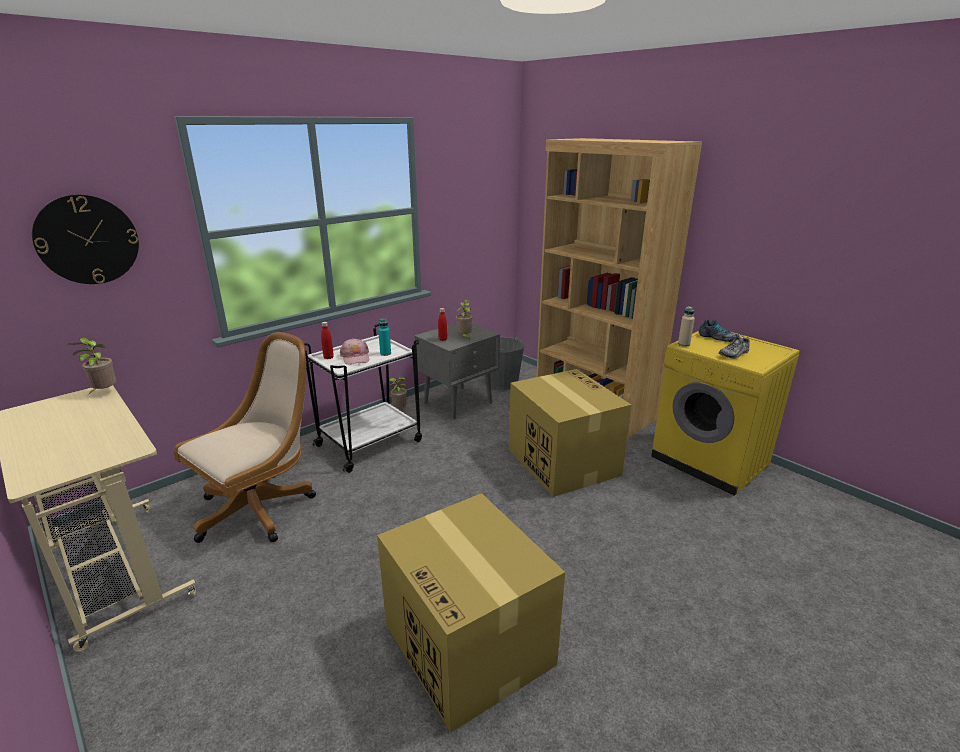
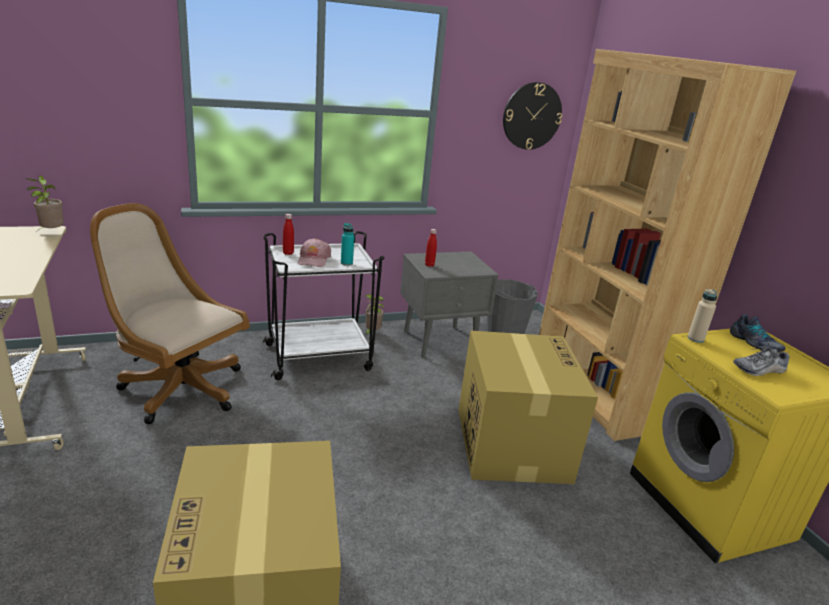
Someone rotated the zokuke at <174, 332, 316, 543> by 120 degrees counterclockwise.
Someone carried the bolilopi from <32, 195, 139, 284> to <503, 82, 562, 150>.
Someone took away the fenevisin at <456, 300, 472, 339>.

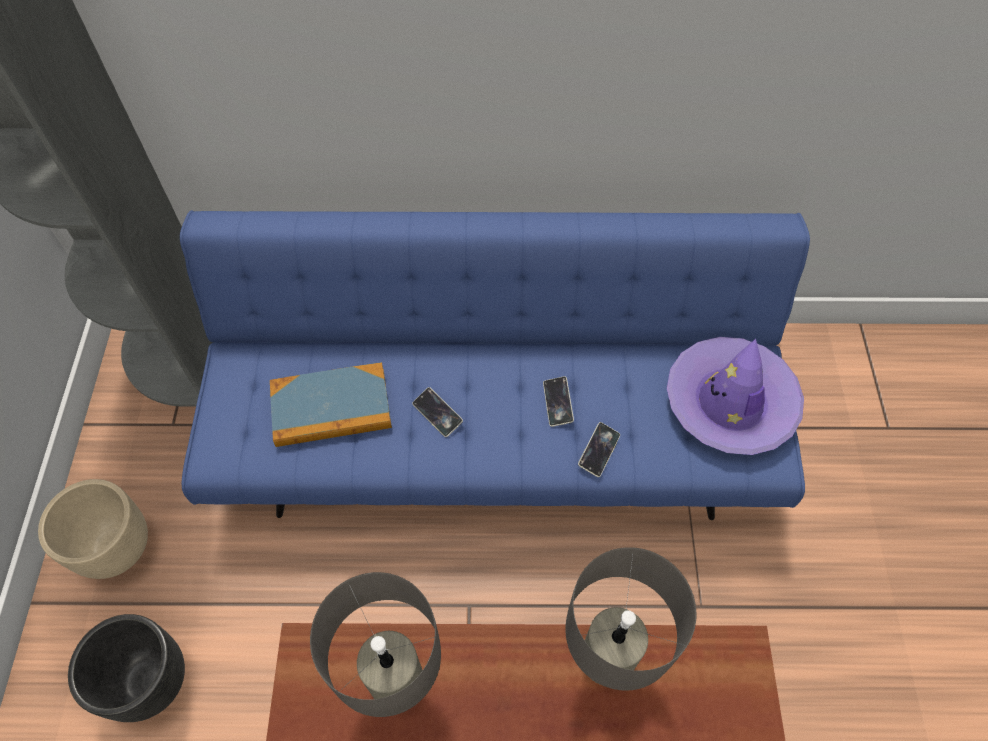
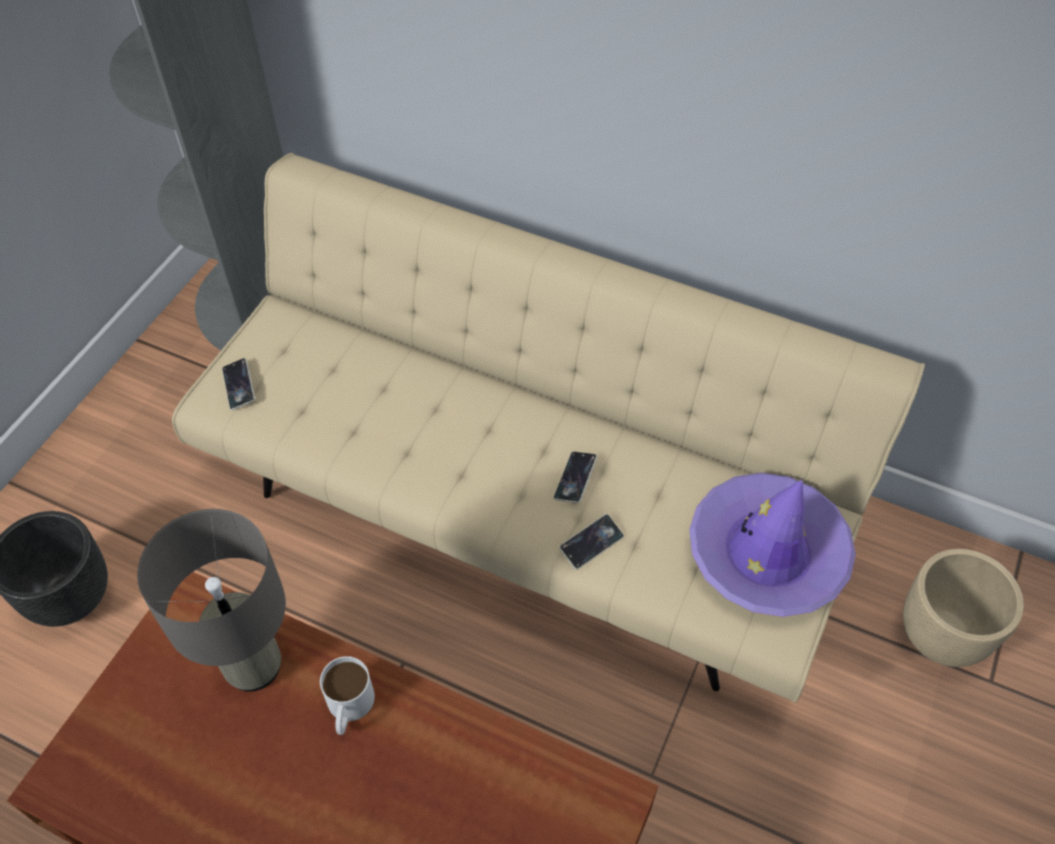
Someone repainted the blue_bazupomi at <180, 210, 810, 520>, which became the beige_bazupomi at <172, 153, 925, 703>.
Someone carried the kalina from <412, 387, 463, 437> to <222, 358, 255, 410>.
Someone put down the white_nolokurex at <320, 656, 375, 735>.
Someone carried the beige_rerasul from <38, 479, 148, 579> to <903, 549, 1024, 667>.
Someone took away the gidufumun at <270, 362, 392, 447>.
Someone took away the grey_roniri at <565, 547, 696, 690>.

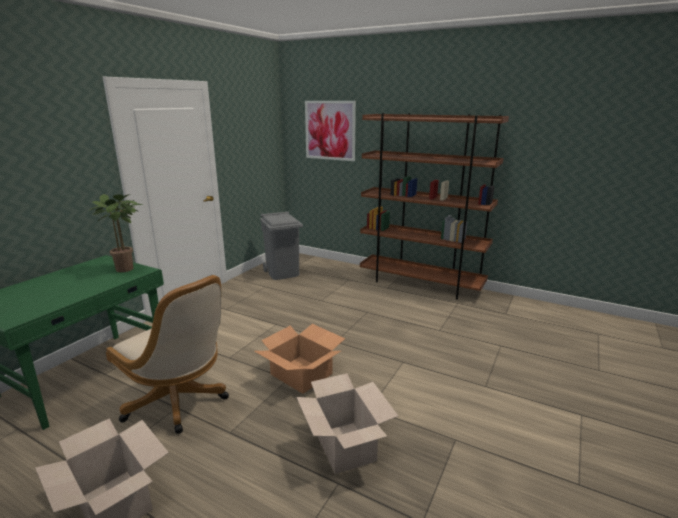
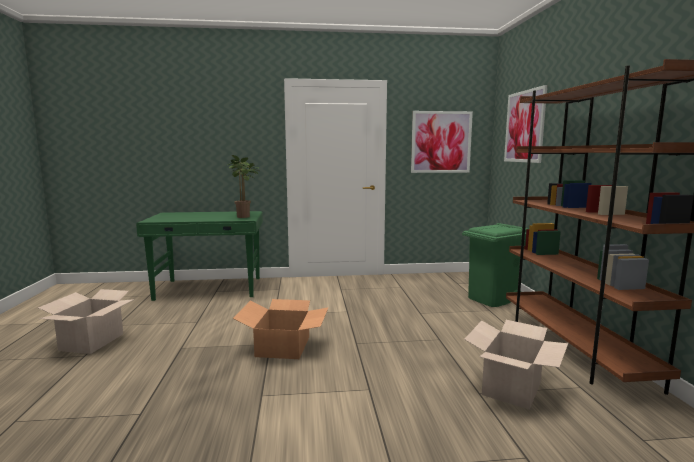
Someone put up the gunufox at <411, 111, 473, 173>.
Someone put down the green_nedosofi at <462, 223, 528, 307>.
Someone carried the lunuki from <296, 373, 398, 474> to <464, 320, 568, 410>.
Someone took away the zokuke at <106, 275, 229, 434>.
Someone took away the grey_nedosofi at <260, 211, 303, 280>.

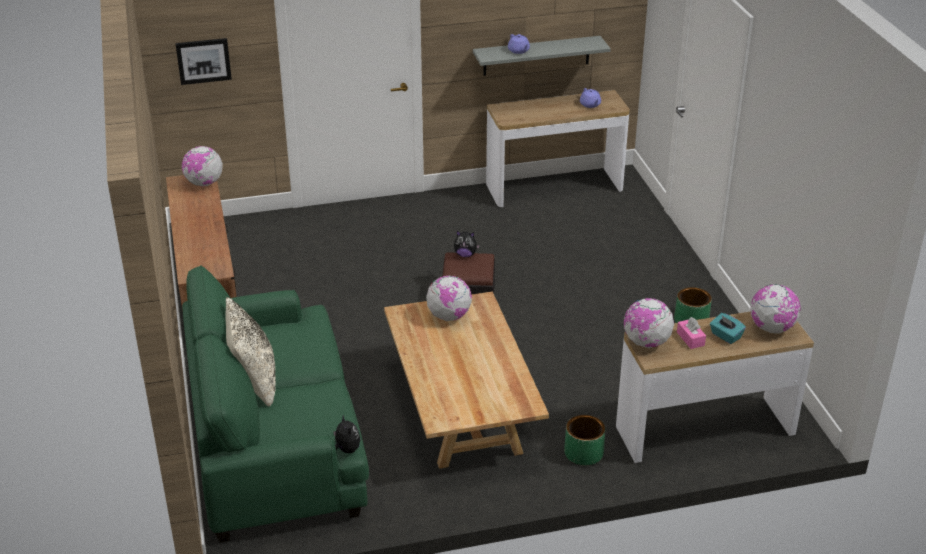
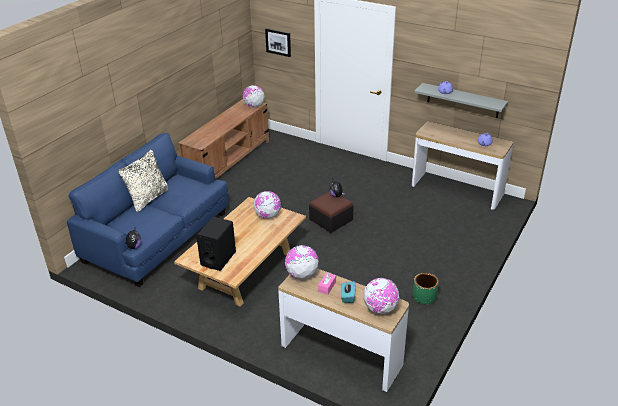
Someone repainted the green_bazupomi at <182, 265, 369, 543>, which became the blue_bazupomi at <67, 133, 229, 287>.
Someone put down the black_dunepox at <196, 217, 236, 271>.
Someone took away the green_rerasul at <564, 415, 605, 466>.

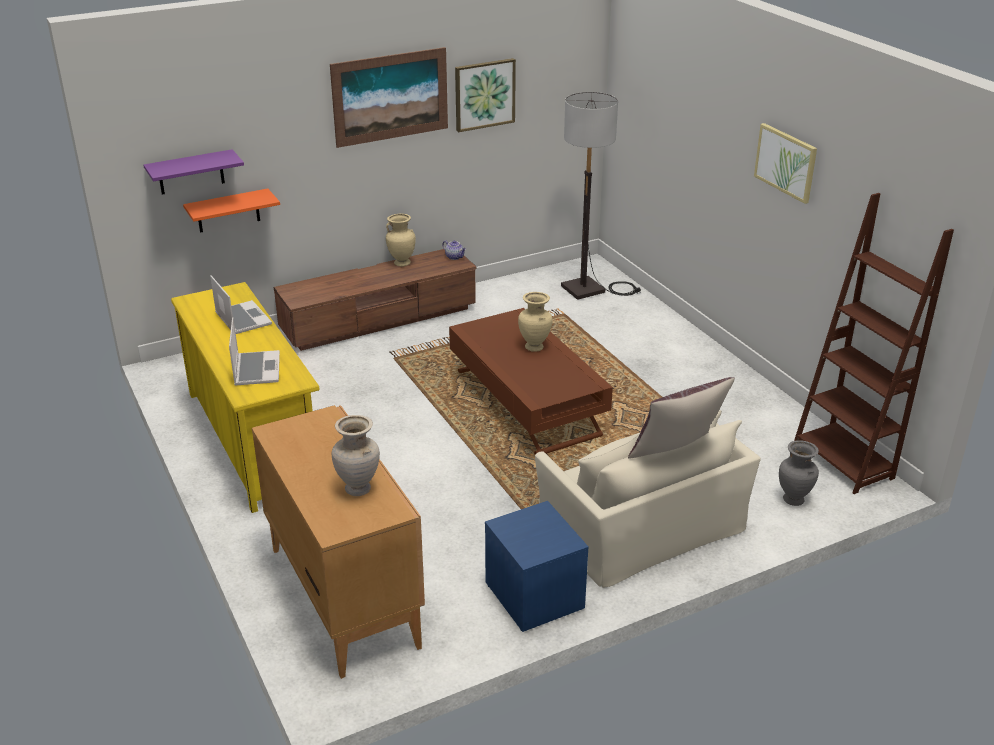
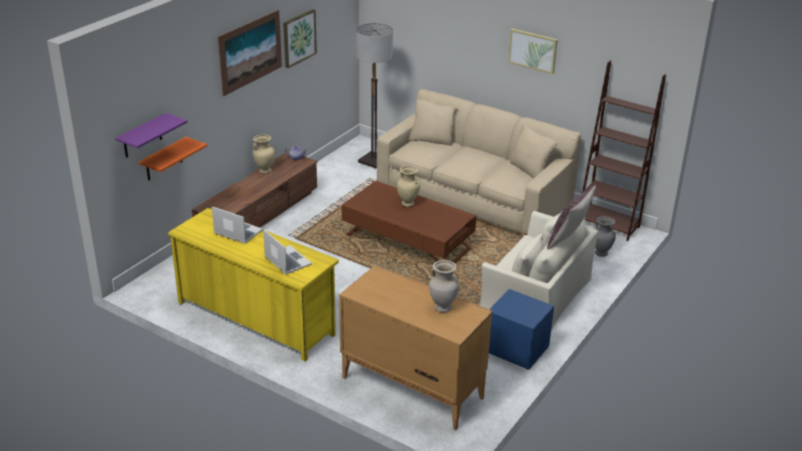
Someone put down the beige_bazupomi at <377, 89, 581, 235>.

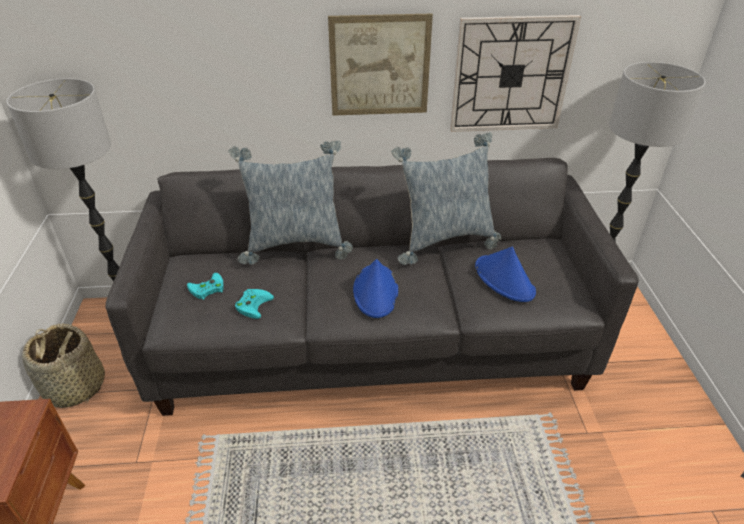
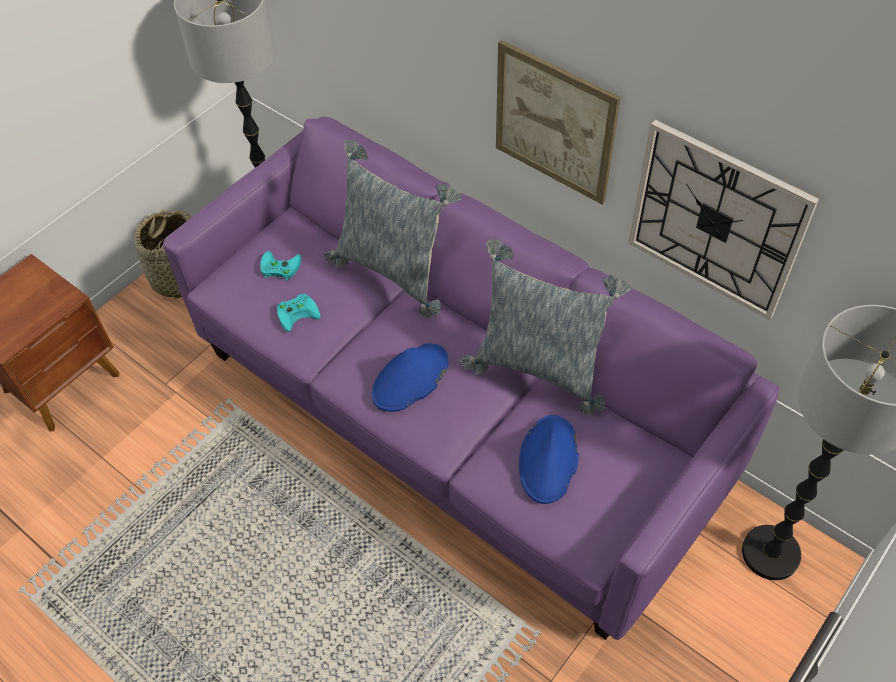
Someone repainted the grey_bazupomi at <105, 158, 639, 416>, which became the purple_bazupomi at <163, 117, 779, 640>.

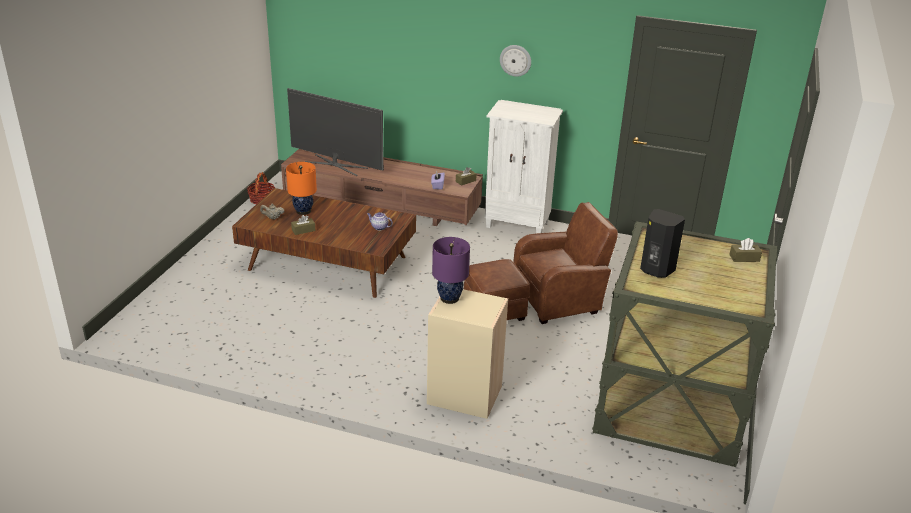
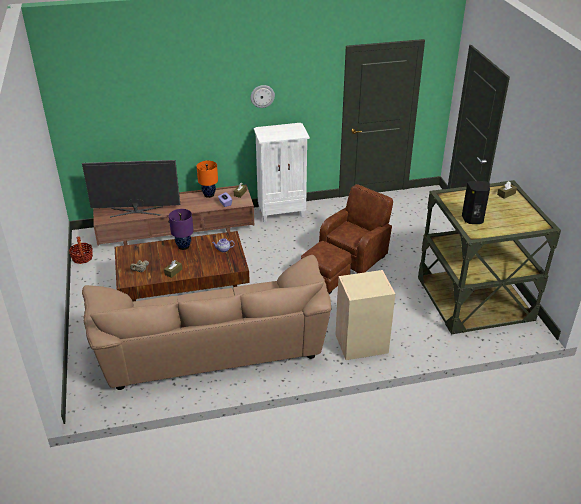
Someone put down the beige_bazupomi at <82, 255, 331, 390>.
Someone carried the purple_roniri from <432, 237, 470, 304> to <169, 209, 194, 250>.
Someone carried the orange_roniri from <286, 162, 317, 215> to <197, 161, 218, 198>.

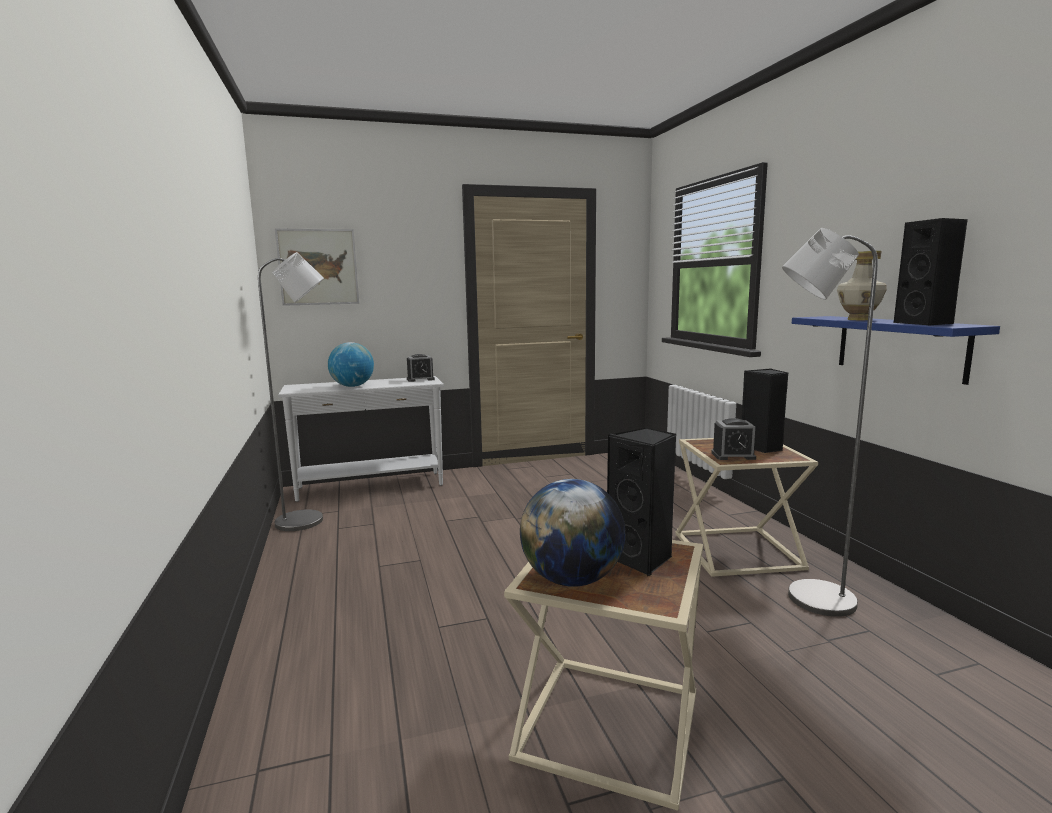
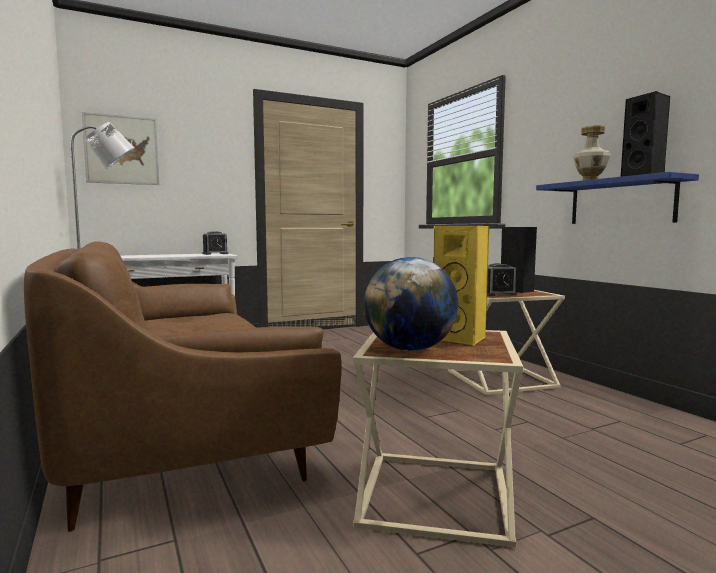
Someone put down the brown_bazupomi at <24, 241, 341, 532>.
Someone repainted the black_dunepox at <607, 428, 677, 576>, which became the yellow_dunepox at <433, 226, 489, 346>.
Someone took away the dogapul at <328, 342, 374, 387>.
Someone took away the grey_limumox at <782, 228, 878, 617>.

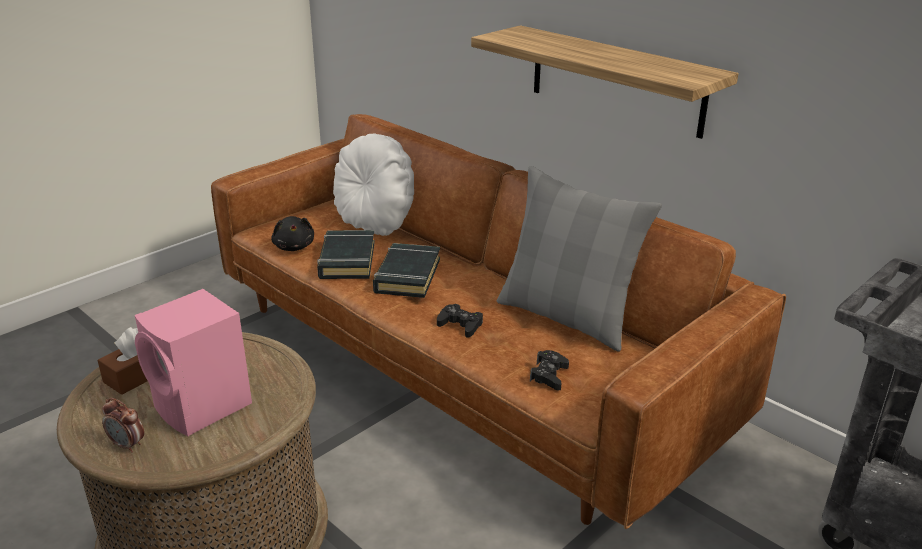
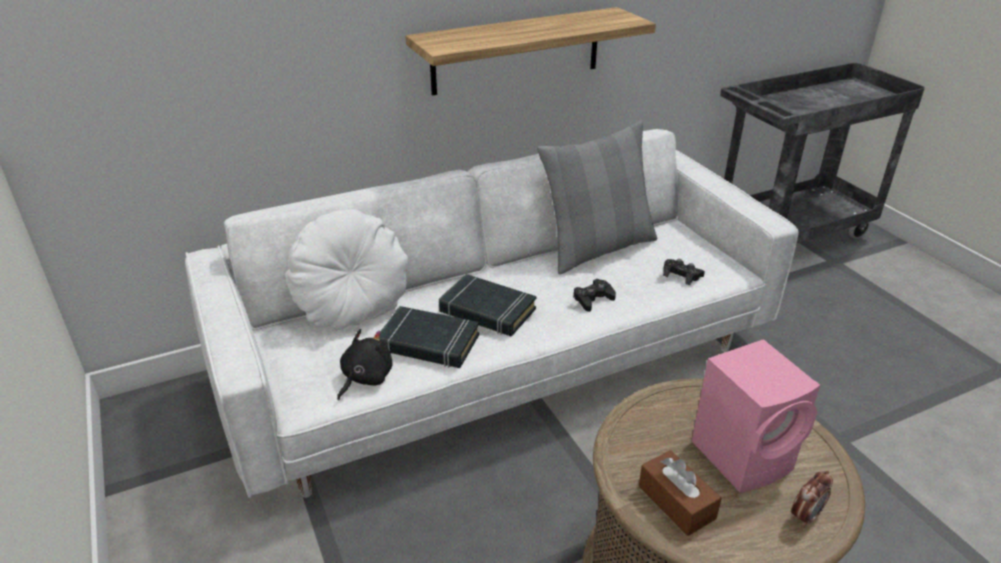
Someone repainted the brown_bazupomi at <211, 114, 786, 529>, which became the white_bazupomi at <185, 129, 799, 498>.
Someone rotated the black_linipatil at <271, 216, 314, 251> by 60 degrees counterclockwise.

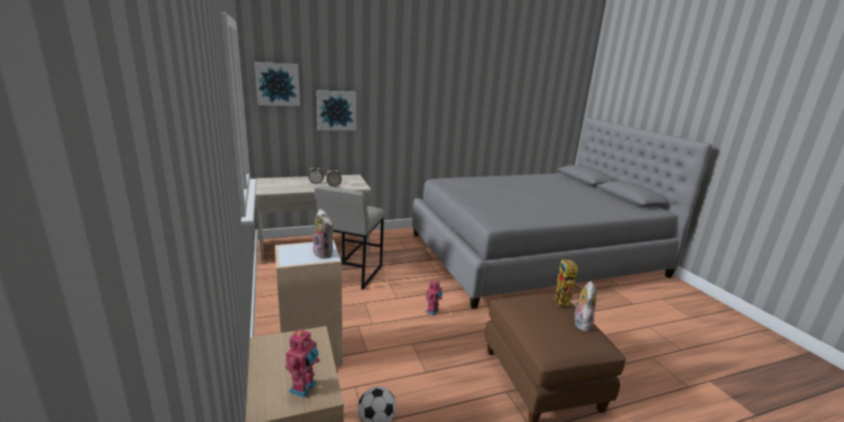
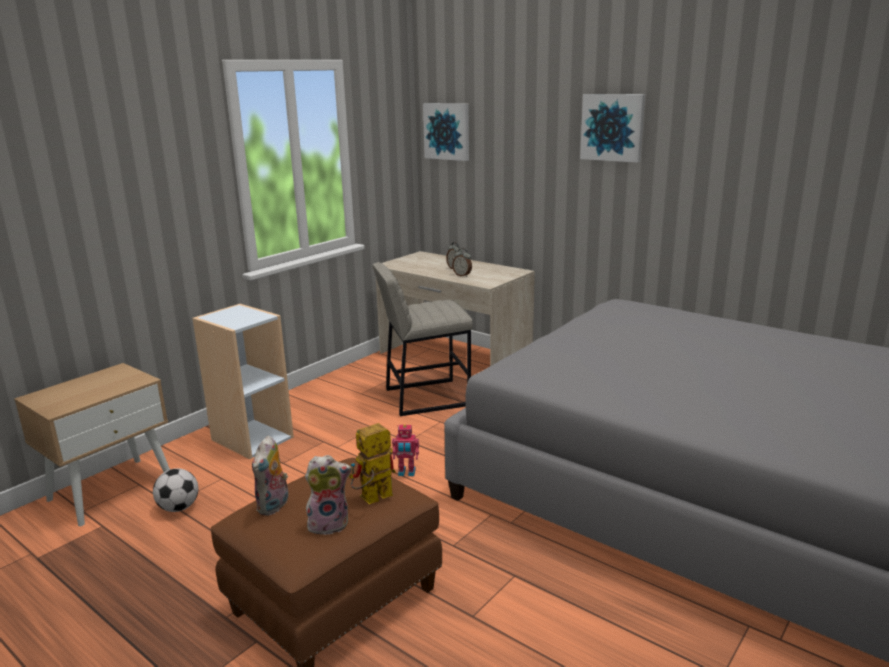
Someone carried the linipatil from <313, 209, 334, 258> to <252, 436, 288, 516>.
Someone carried the gunufox from <317, 91, 356, 130> to <580, 94, 645, 163>.
Someone took away the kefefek at <285, 328, 320, 398>.

